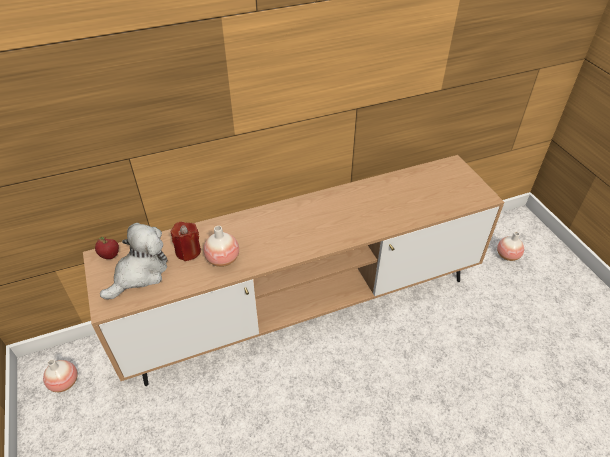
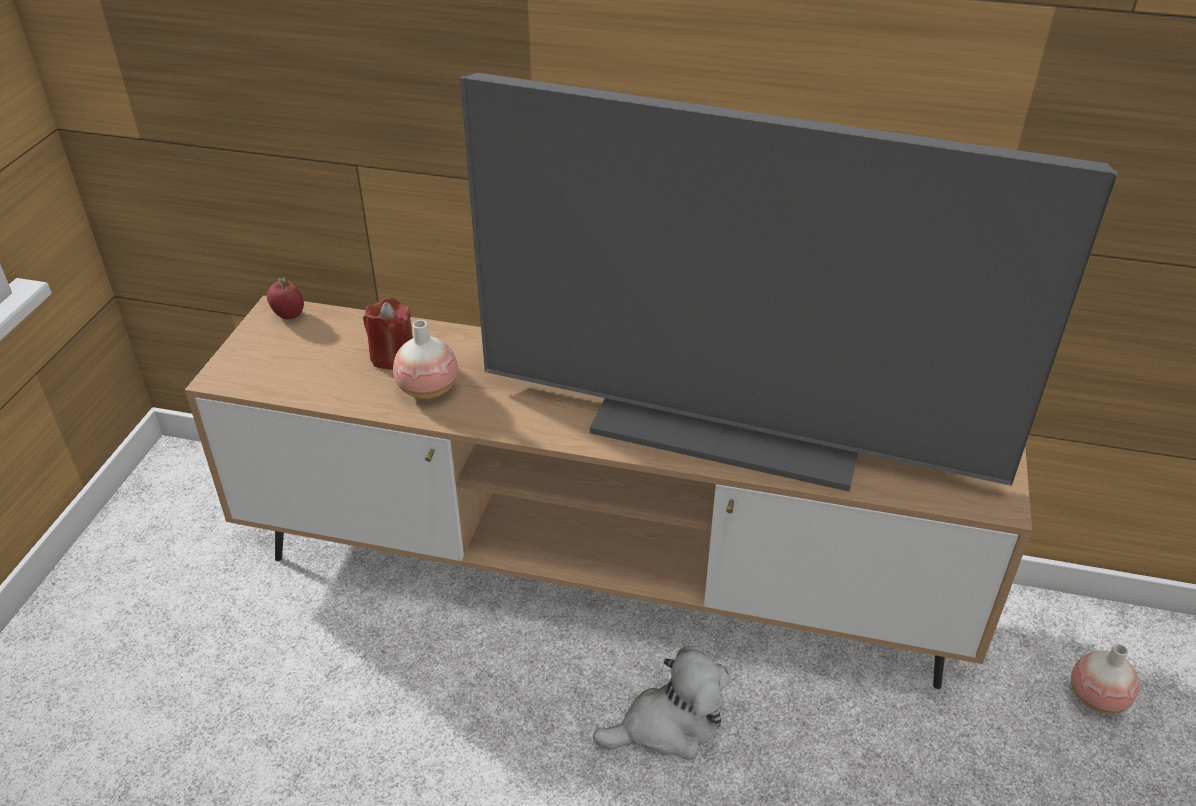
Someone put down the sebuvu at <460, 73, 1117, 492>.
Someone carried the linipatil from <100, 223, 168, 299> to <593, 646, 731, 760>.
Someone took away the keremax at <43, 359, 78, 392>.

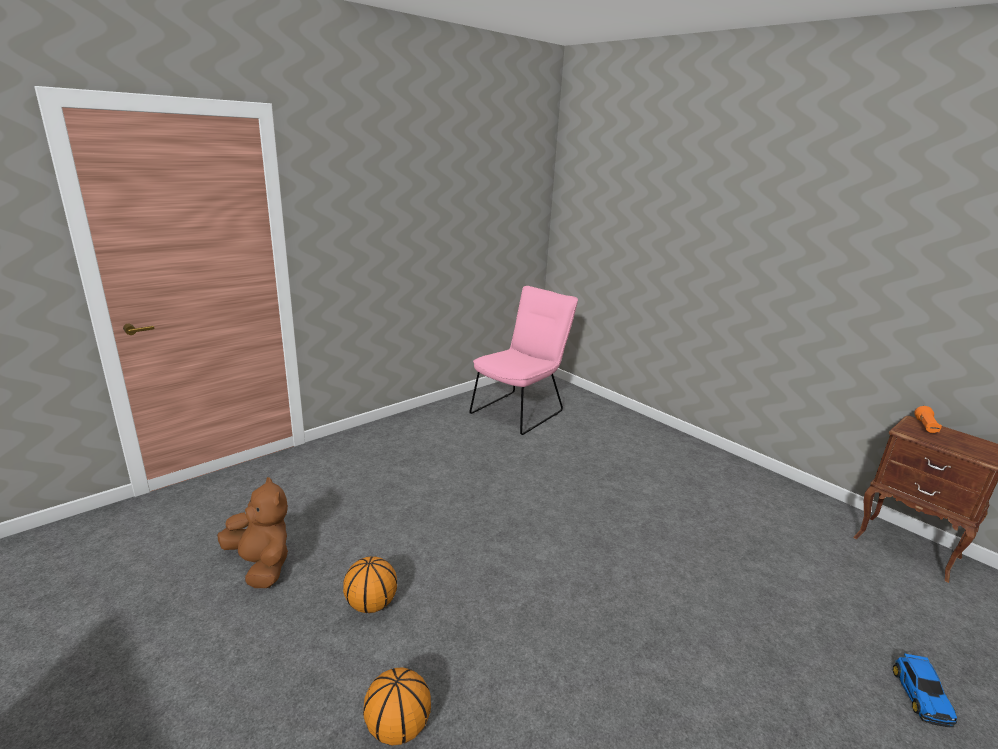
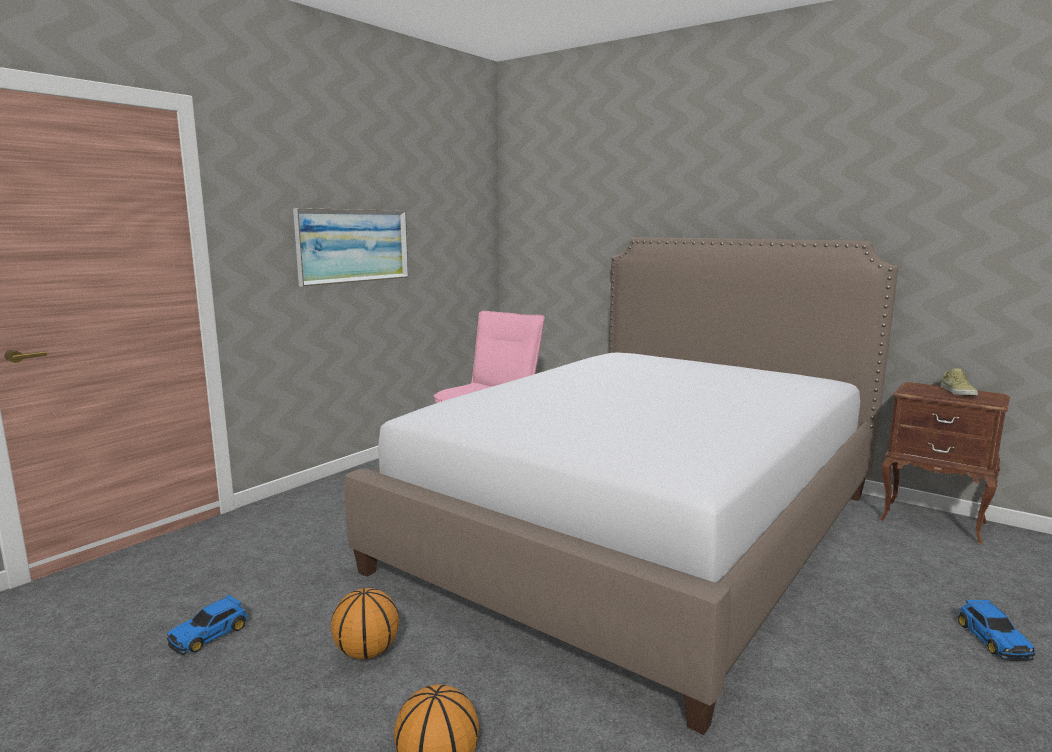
Someone swapped the brown_linipatil at <217, 477, 288, 588> for the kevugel at <167, 595, 248, 655>.
Someone put up the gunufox at <293, 208, 409, 287>.
Someone put down the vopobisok at <344, 238, 898, 735>.
Someone put down the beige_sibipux at <941, 368, 978, 396>.
Someone took away the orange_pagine at <914, 406, 942, 433>.

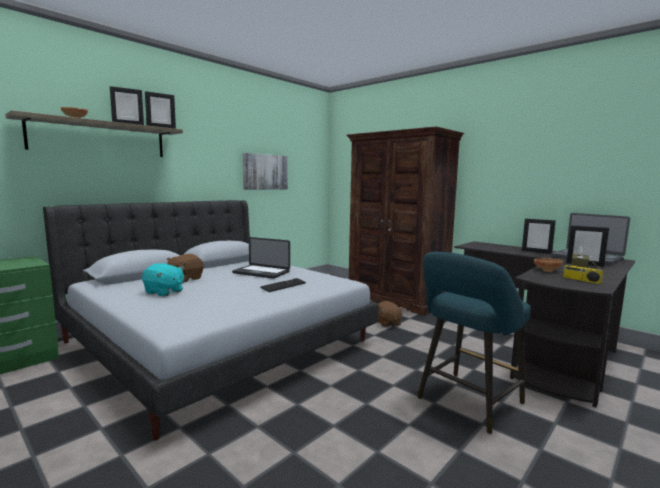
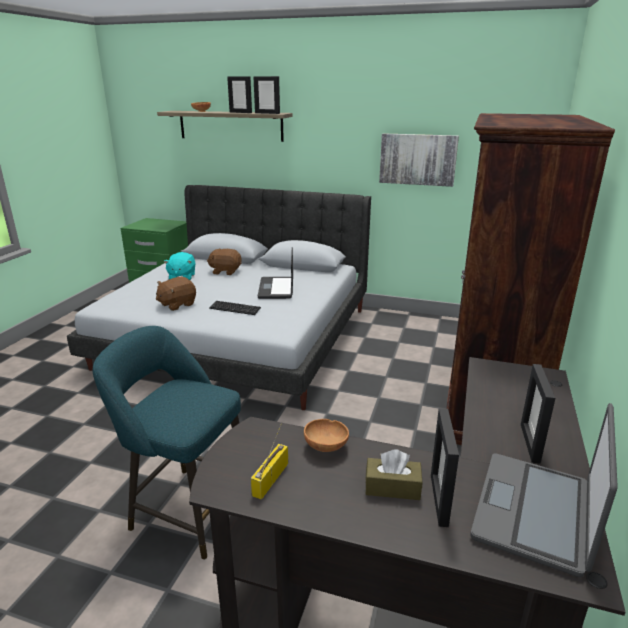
Someone carried the brown_linipatil from <378, 301, 403, 327> to <156, 277, 196, 311>.

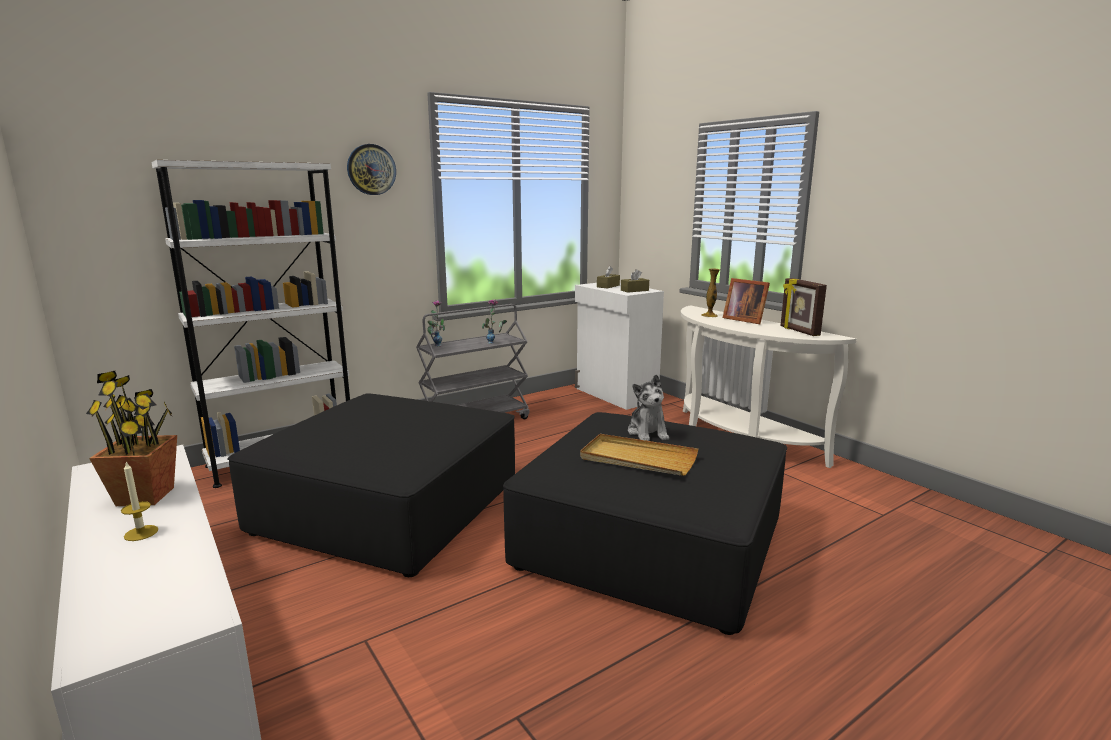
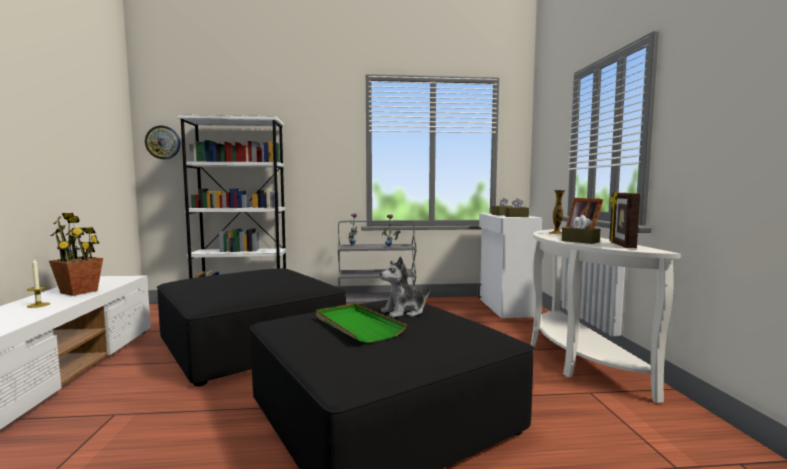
Someone carried the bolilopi from <347, 144, 396, 195> to <145, 126, 180, 159>.
Someone repainted the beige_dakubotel at <580, 434, 698, 476>, which became the green_dakubotel at <316, 303, 407, 343>.
Someone rotated the linipatil at <628, 374, 669, 441> by 45 degrees clockwise.
Someone put down the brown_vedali at <562, 215, 600, 244>.

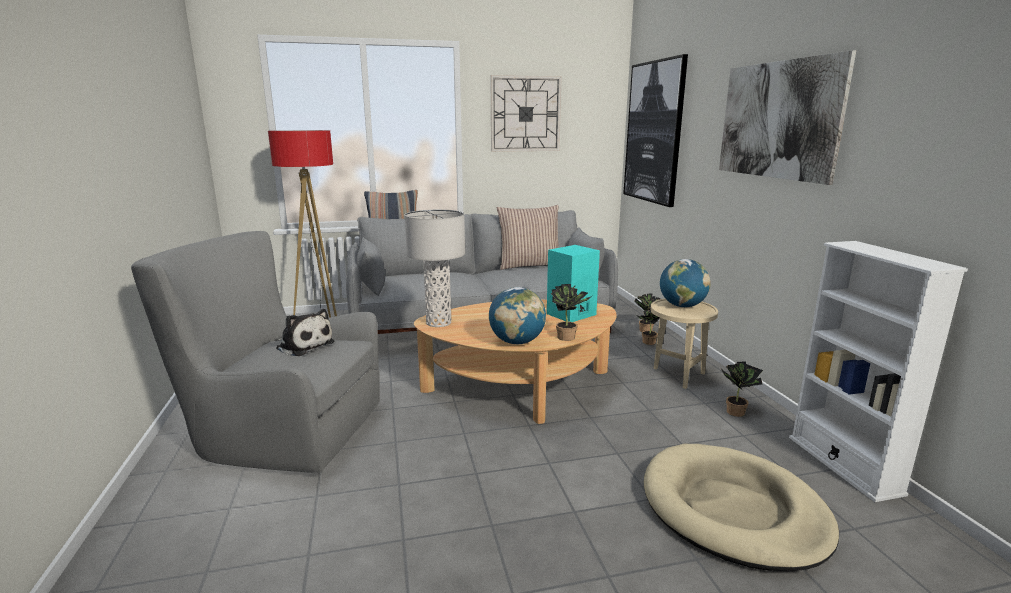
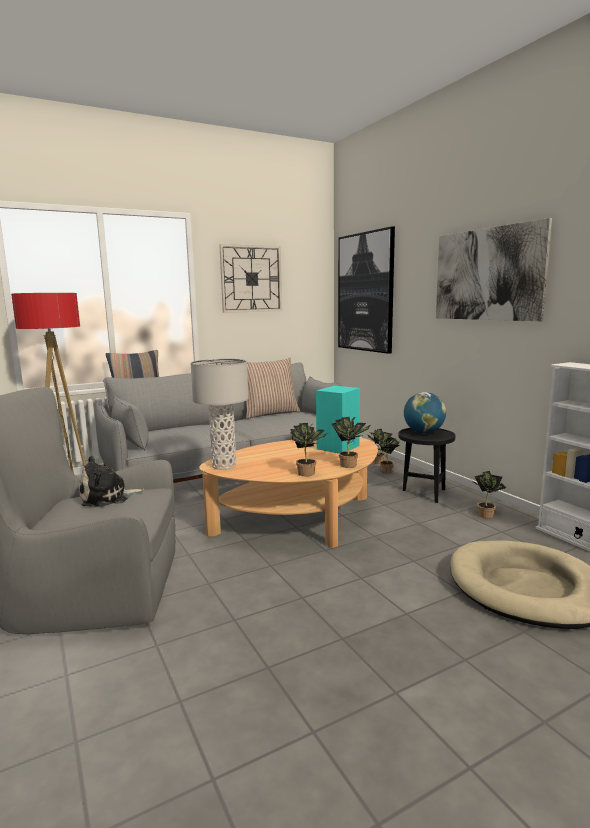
Someone rotated the linipatil at <276, 309, 335, 356> by 135 degrees clockwise.
Someone swapped the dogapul at <489, 287, 546, 344> for the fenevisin at <290, 423, 329, 476>.
Someone repainted the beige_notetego at <650, 299, 718, 389>, which became the black_notetego at <398, 428, 456, 503>.

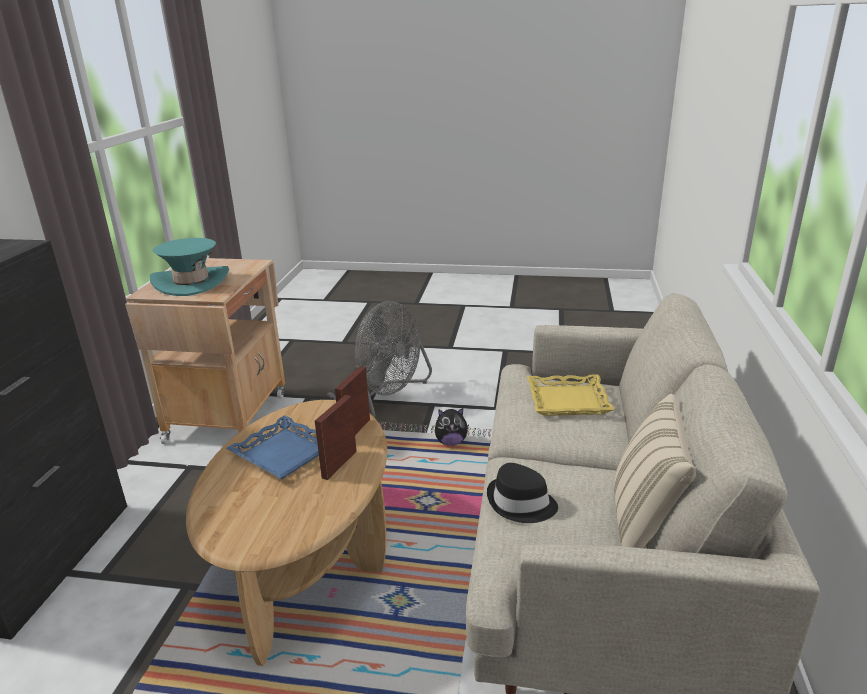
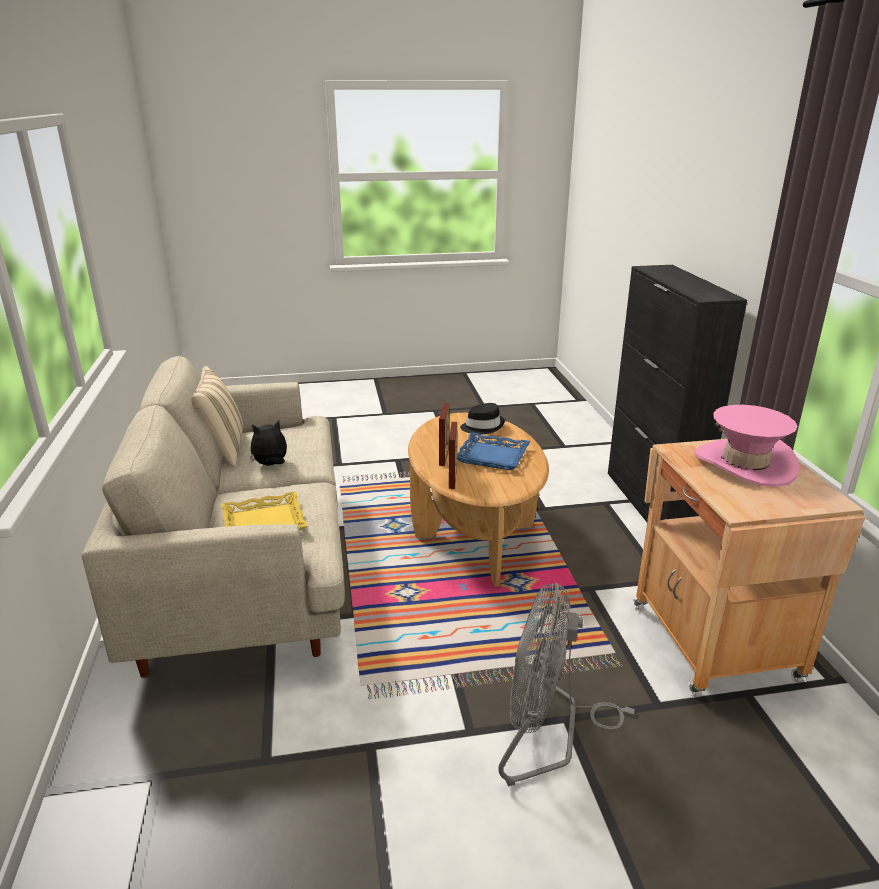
Someone carried the linipatil from <435, 408, 469, 446> to <250, 420, 287, 465>.
Someone carried the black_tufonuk from <487, 463, 558, 523> to <460, 403, 505, 435>.
Someone repainted the turquoise_tufonuk at <150, 238, 229, 296>, which became the pink_tufonuk at <694, 405, 800, 487>.

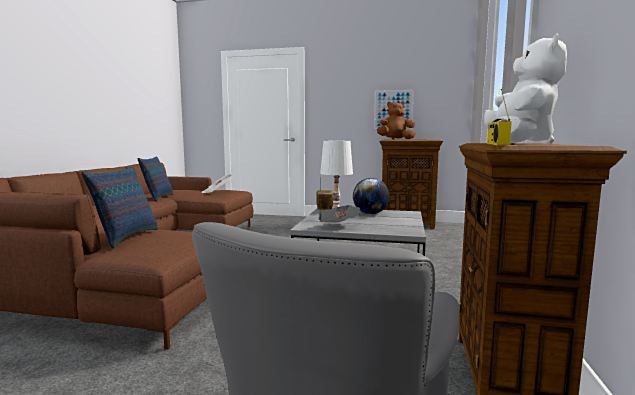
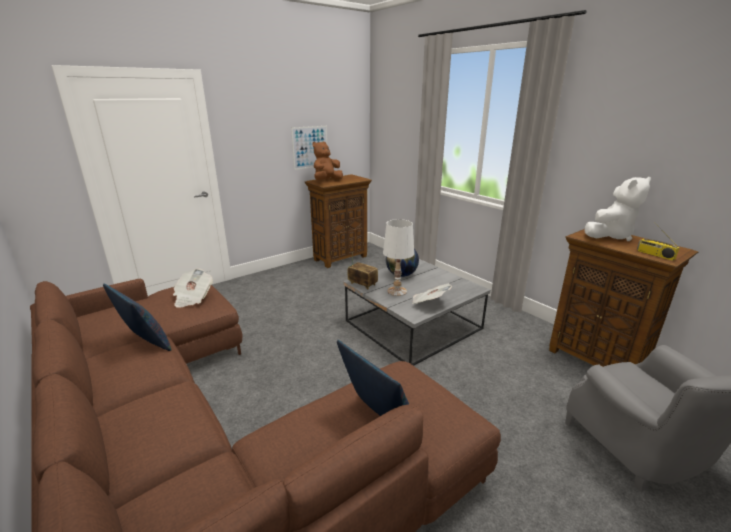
Someone rotated the white_linipatil at <484, 34, 567, 144> by 90 degrees clockwise.

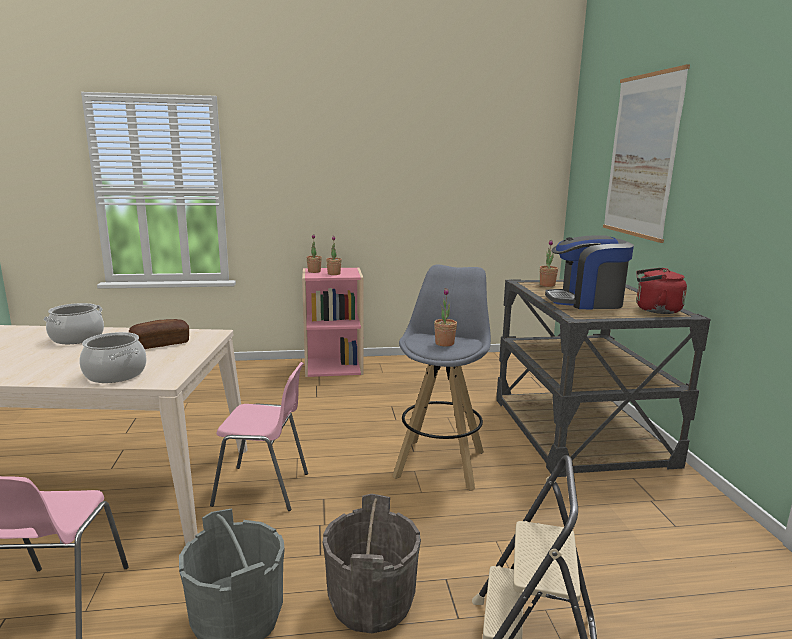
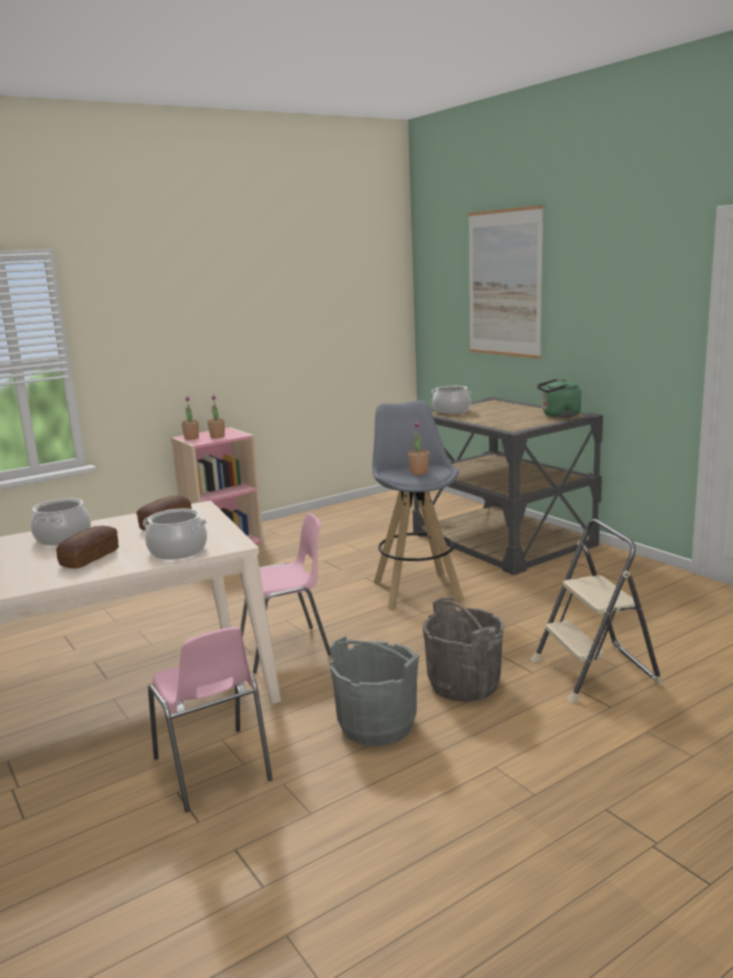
Someone put down the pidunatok at <56, 525, 119, 568>.
Someone swapped the fenevisin at <540, 240, 558, 287> for the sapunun at <432, 386, 472, 414>.
Someone repainted the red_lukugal at <636, 267, 687, 314>, which became the green_lukugal at <537, 379, 581, 418>.
Someone took away the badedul at <545, 235, 634, 309>.

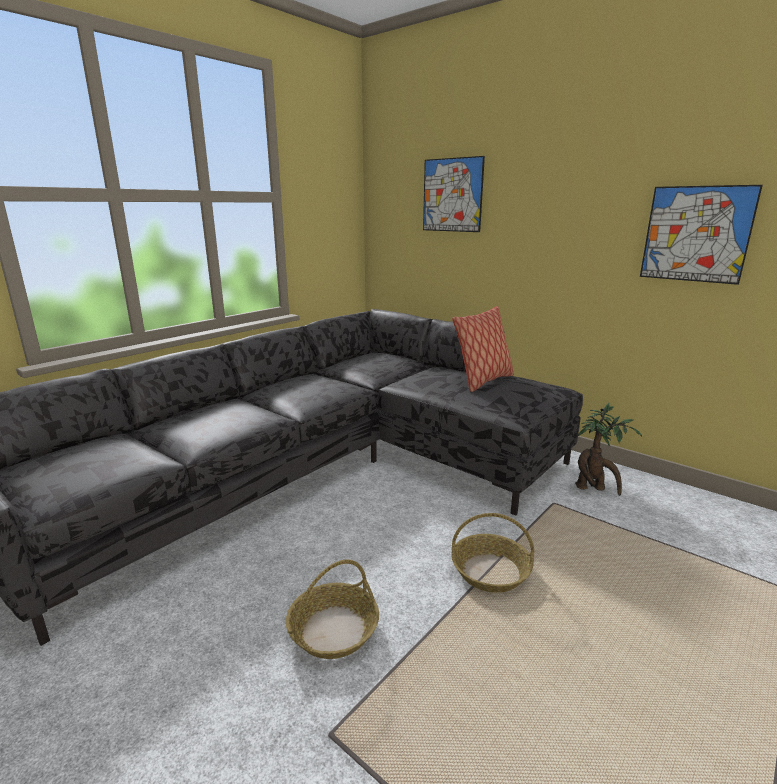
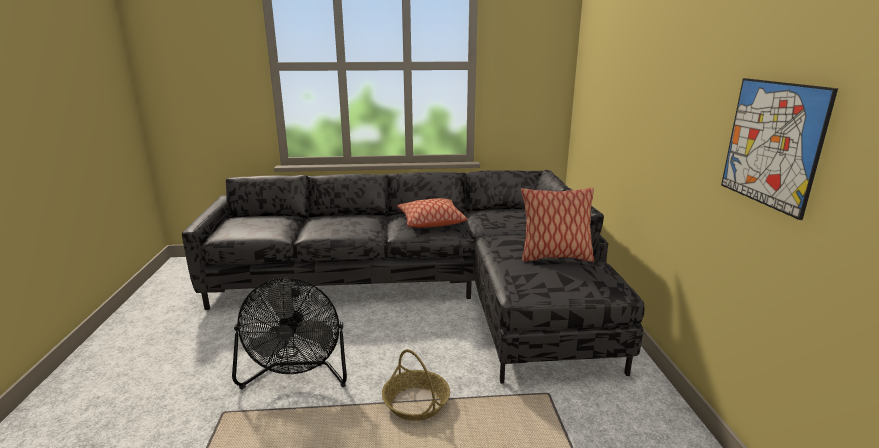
Someone swapped the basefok at <286, 559, 379, 659> for the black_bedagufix at <232, 278, 347, 390>.
Someone put down the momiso at <397, 198, 468, 228>.
Someone took away the gunufox at <423, 156, 485, 232>.
Someone took away the fenevisin at <575, 403, 642, 496>.

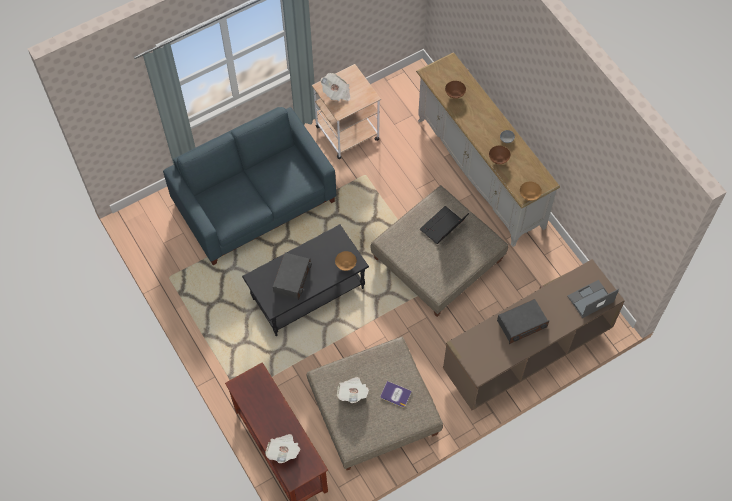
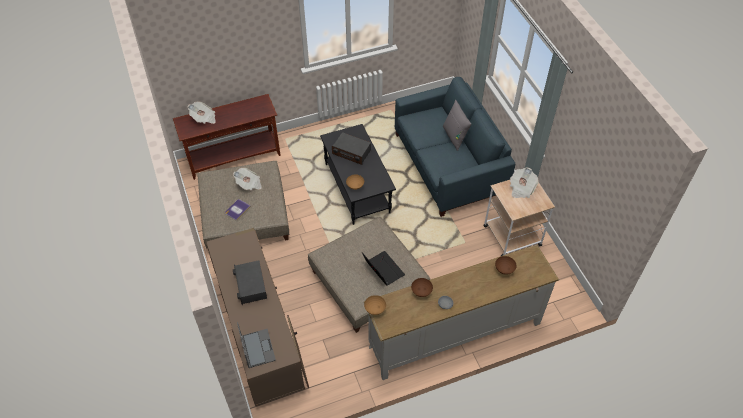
Someone put down the grey_momiso at <443, 100, 471, 151>.

